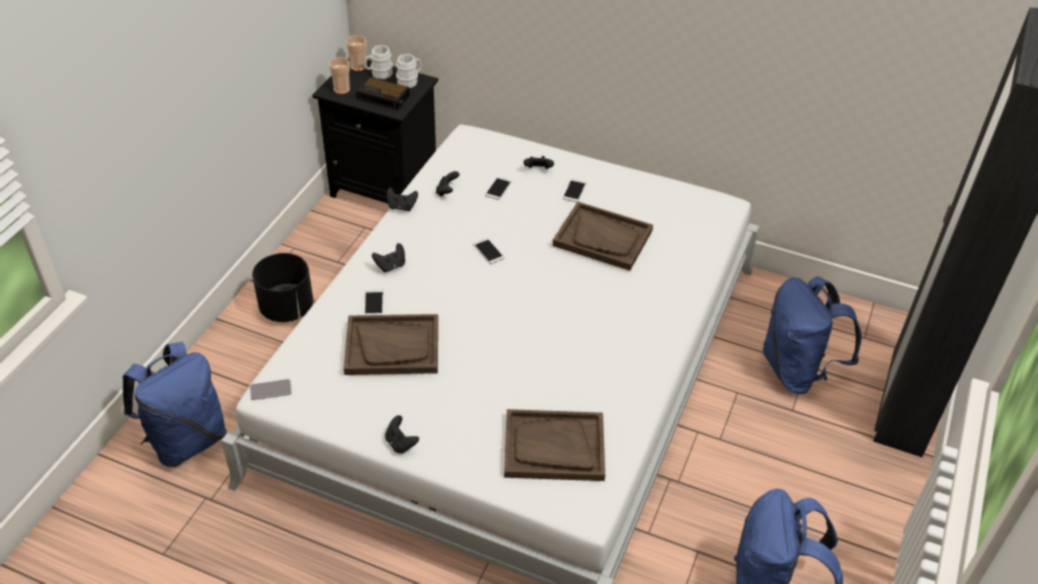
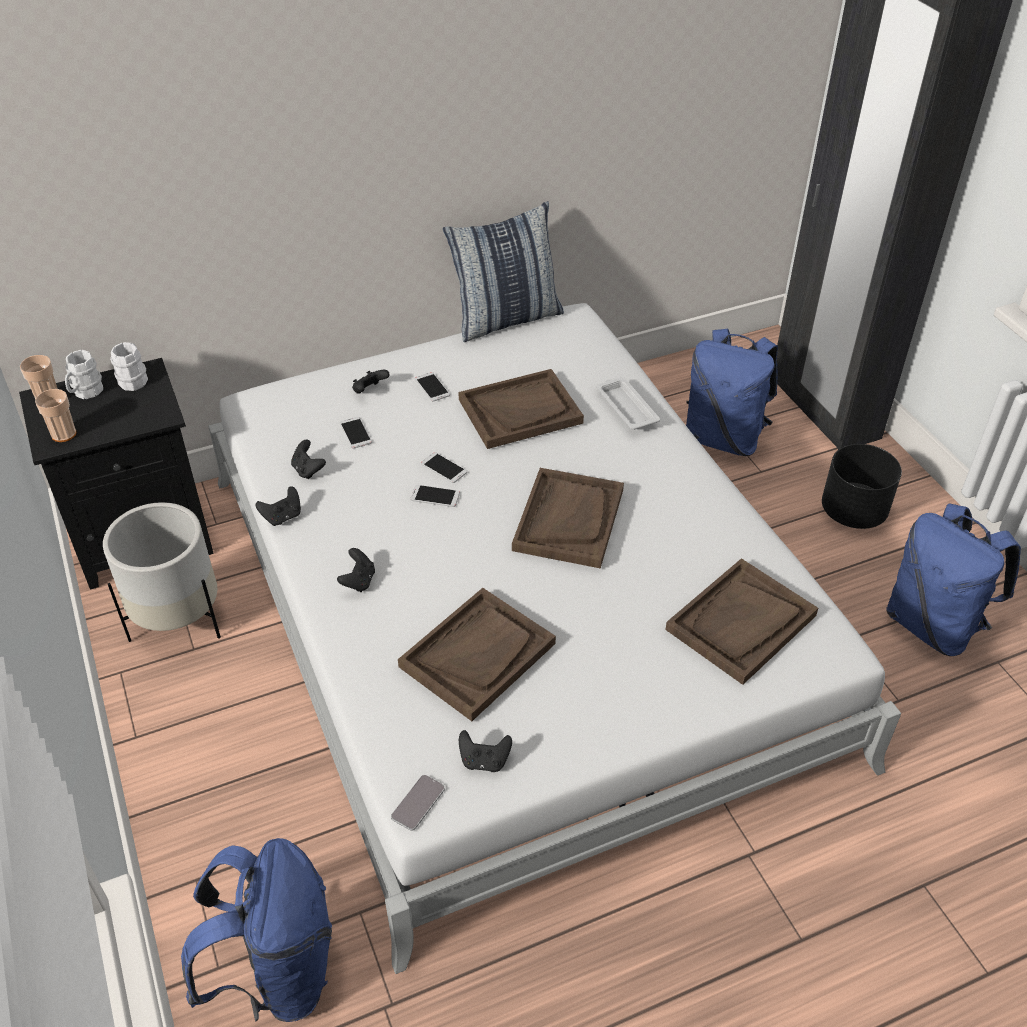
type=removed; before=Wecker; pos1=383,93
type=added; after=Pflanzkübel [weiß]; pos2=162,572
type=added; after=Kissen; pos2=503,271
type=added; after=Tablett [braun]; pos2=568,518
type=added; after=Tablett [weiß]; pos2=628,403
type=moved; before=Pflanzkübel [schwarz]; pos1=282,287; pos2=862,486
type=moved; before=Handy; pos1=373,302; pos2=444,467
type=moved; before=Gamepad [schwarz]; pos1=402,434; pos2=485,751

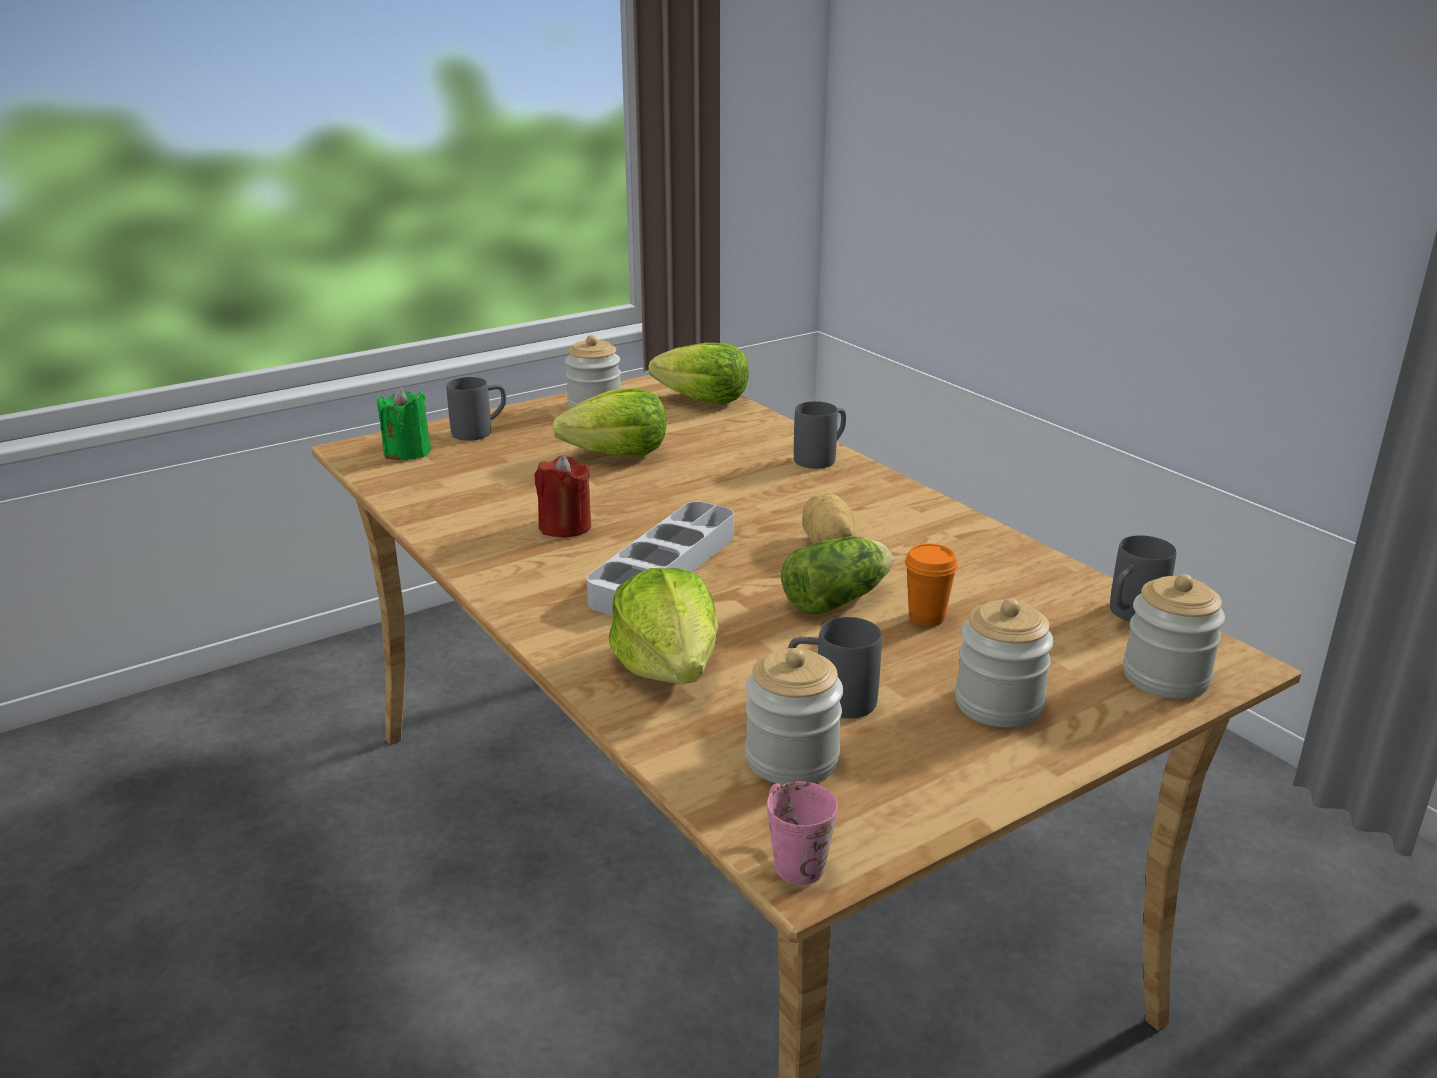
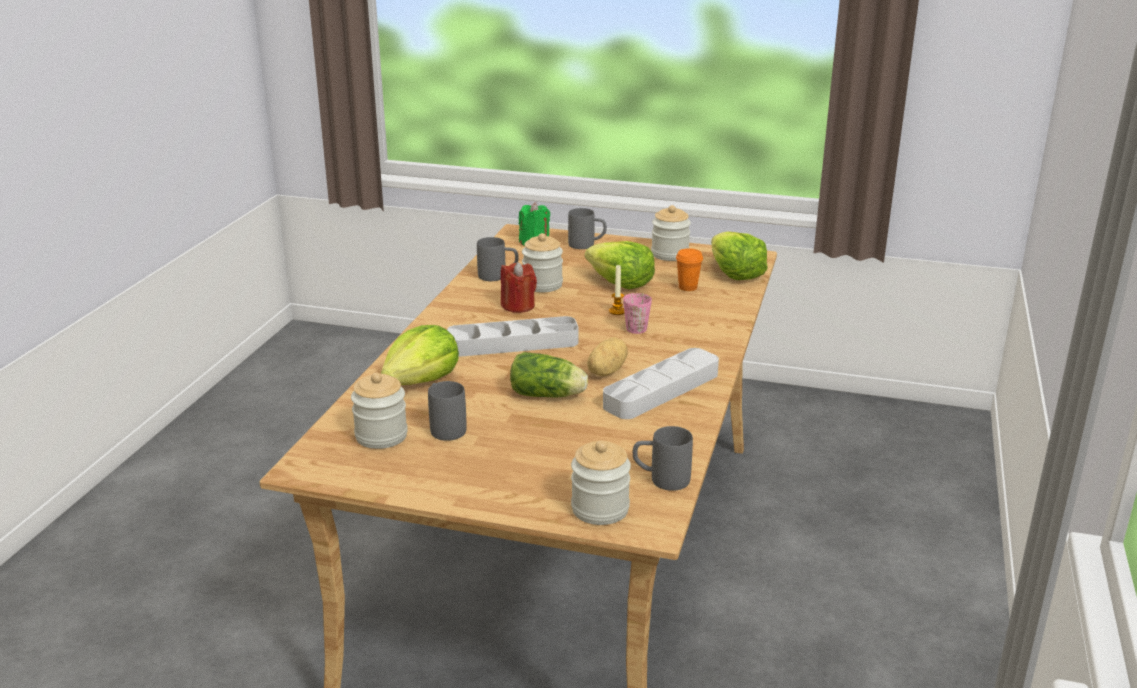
type=added; after=Tablett [grau]; pos2=661,383
type=added; after=Kerze; pos2=617,289
type=moved; before=Henkelbecher [rosa]; pos1=802,833; pos2=637,313
type=moved; before=Henkelbecher [grau]; pos1=820,435; pos2=498,259
type=moved; before=Tasse [orange]; pos1=931,584; pos2=689,269
type=moved; before=Vorratsglas; pos1=1004,662; pos2=542,262

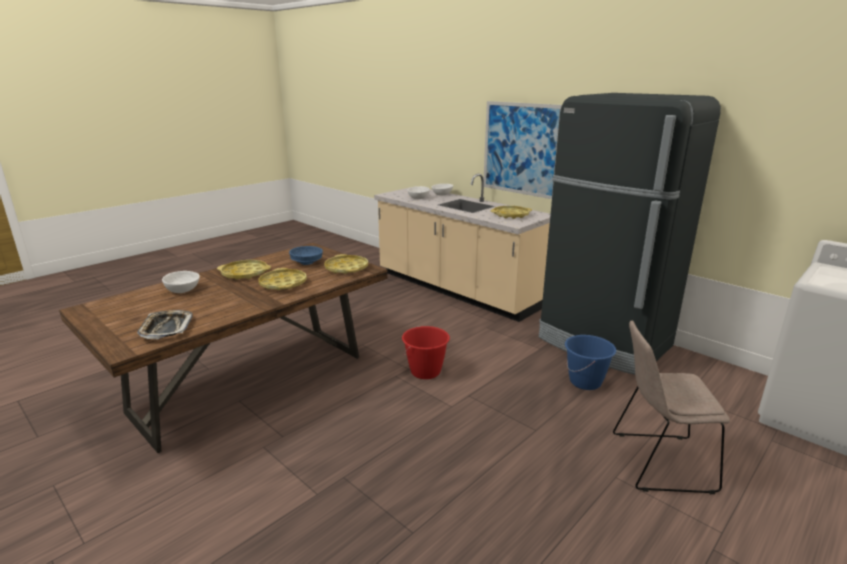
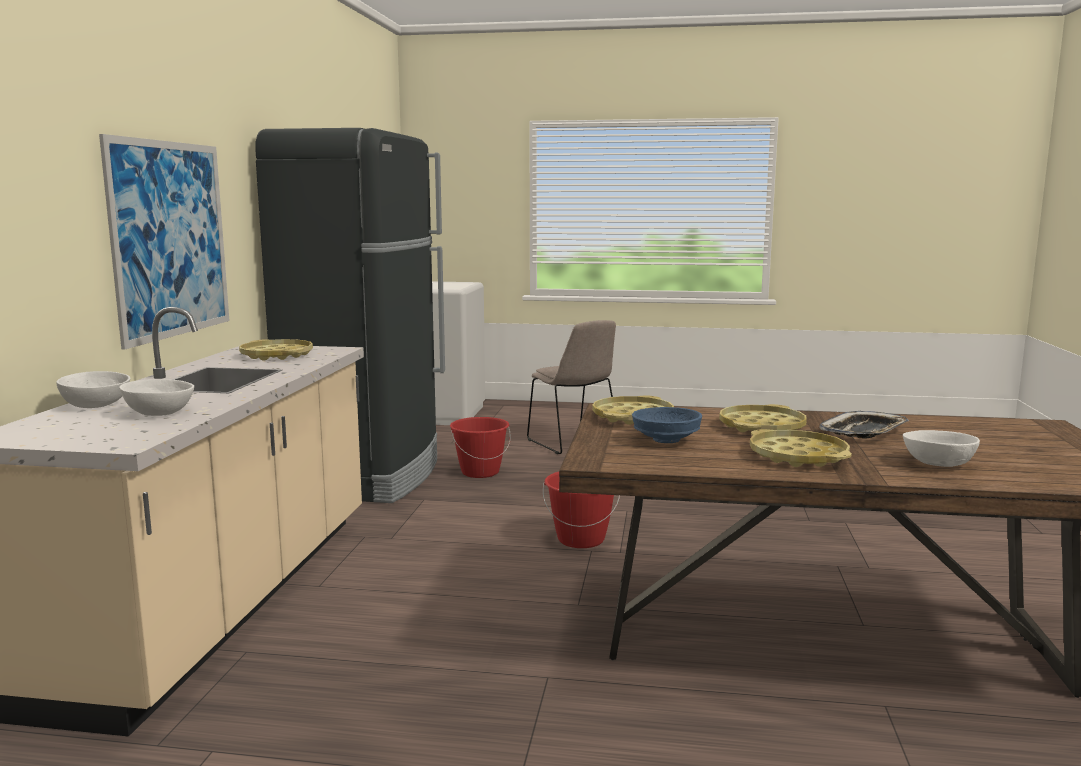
type=moved; before=Tablett; pos1=165,324; pos2=864,424
type=recoloured; before=Eimer [blau]; after=Eimer [rot]; pos1=590,362; pos2=480,447

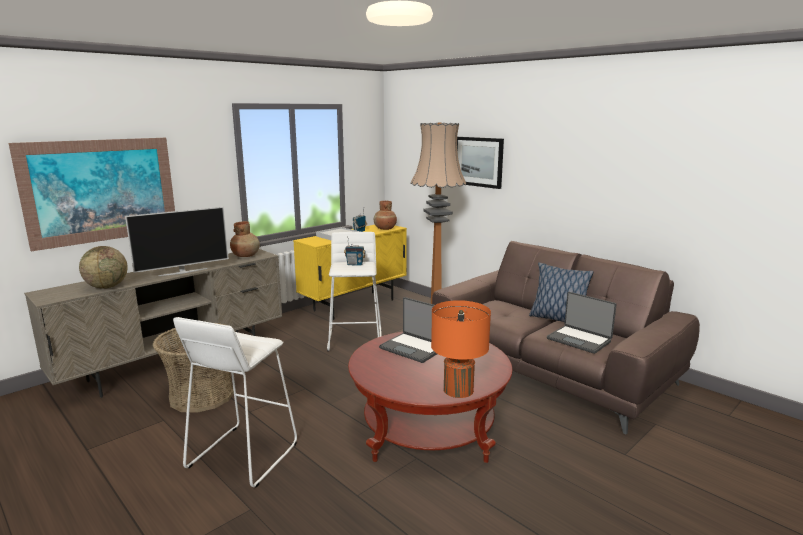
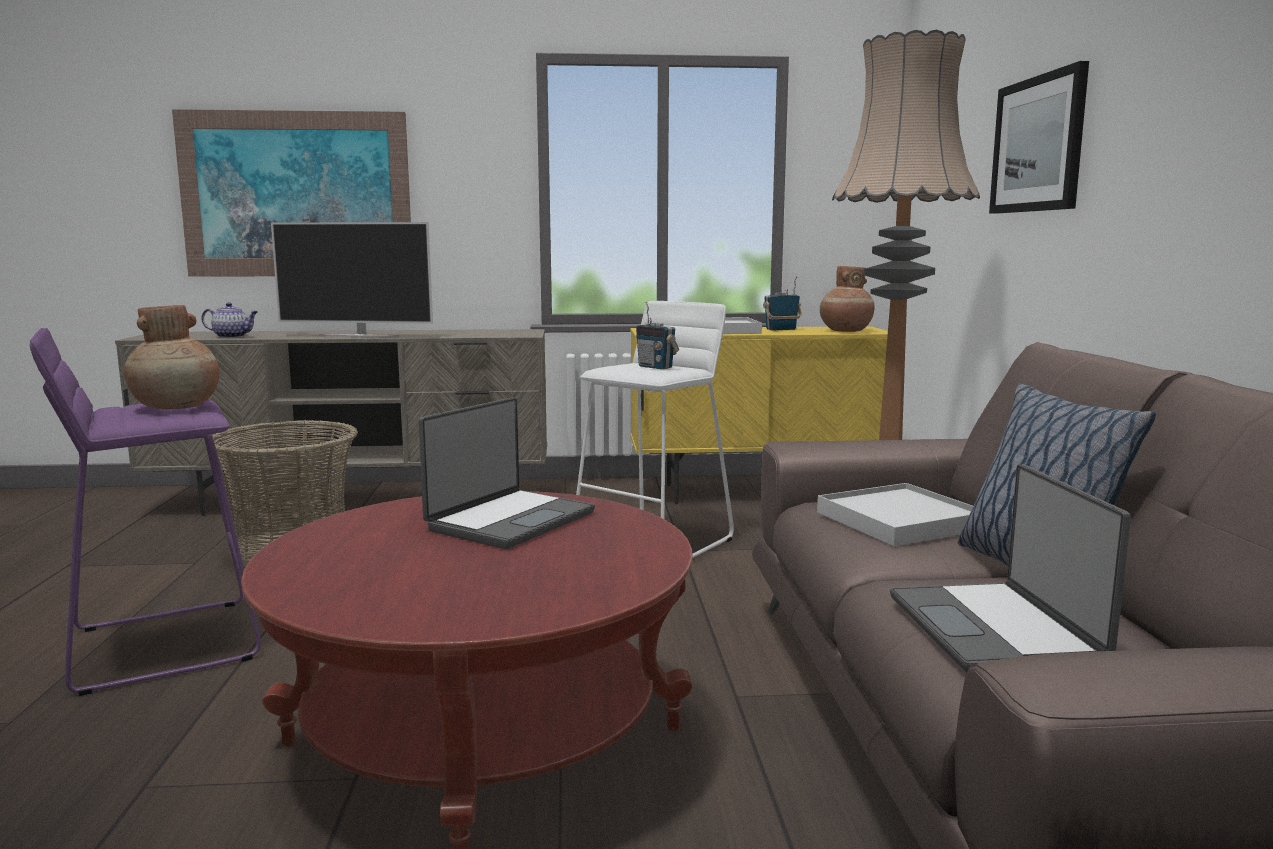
type=removed; before=Tischlampe [orange]; pos1=461,349
type=added; after=Tablett [weiß]; pos2=895,514
type=moved; before=Vase [braun]; pos1=245,239; pos2=172,357
type=replaced; before=Globus; after=Teekanne; pos1=103,267; pos2=229,320
type=recoloured; before=Hocker [weiß]; after=Hocker [lila]; pos1=235,402; pos2=145,512
type=turned; before=Laptop; pos1=408,330; pos2=506,473; turn=-135

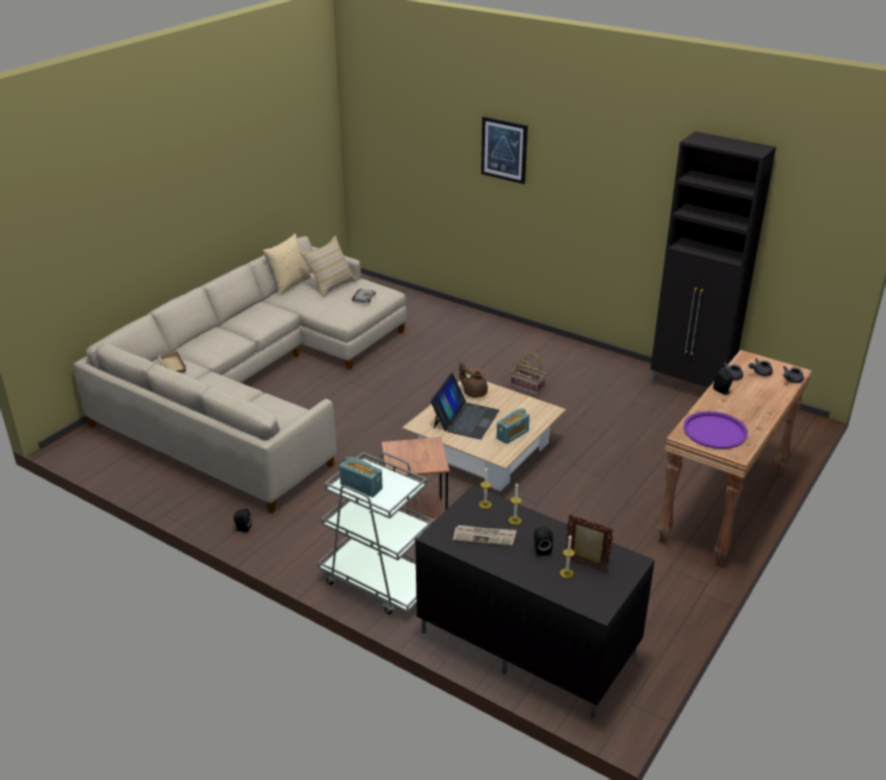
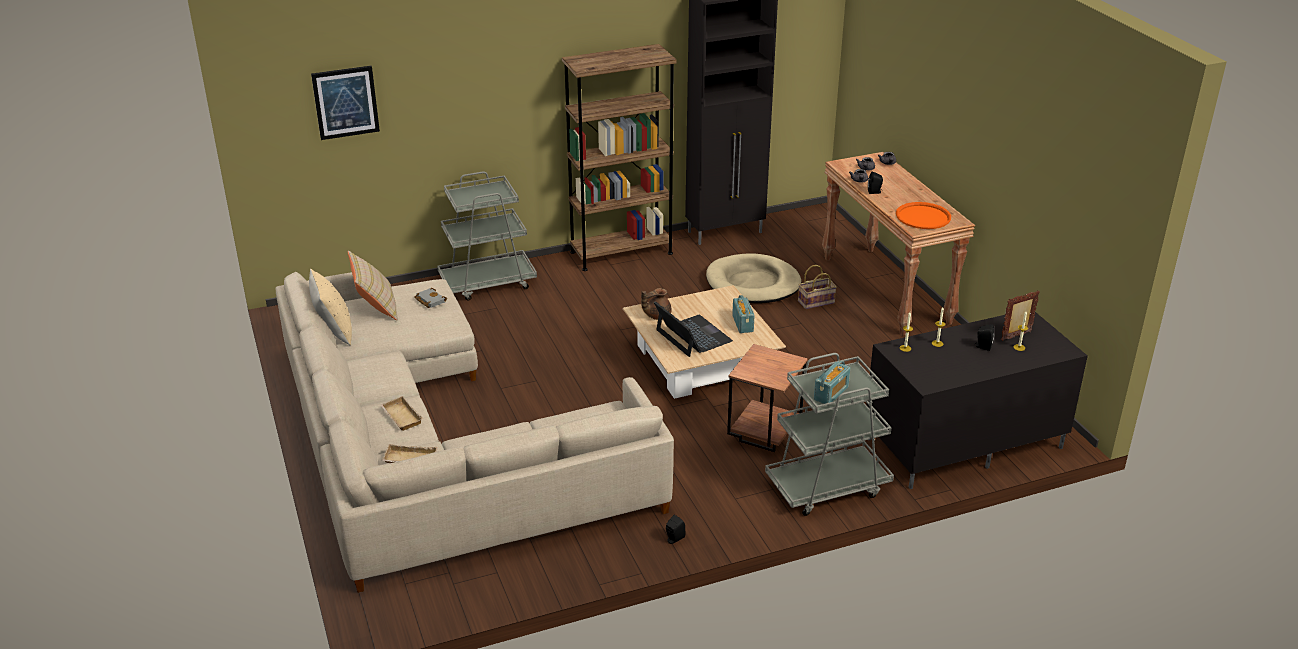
type=removed; before=Zeitung; pos1=485,535
type=added; after=Tablett [beige]; pos2=401,413
type=added; after=Rollwagen [grau]; pos2=487,235
type=added; after=Bücherregal [braun]; pos2=619,157
type=added; after=Hundebett [beige]; pos2=754,278
type=moved; before=Bild; pos1=504,150; pos2=345,103
type=moved; before=Korb; pos1=528,374; pos2=817,287
type=recoloured; before=Tablett [lila]; after=Tablett [orange]; pos1=715,430; pos2=923,215
type=turned; before=Radio; pos1=361,477; pos2=832,382; turn=150

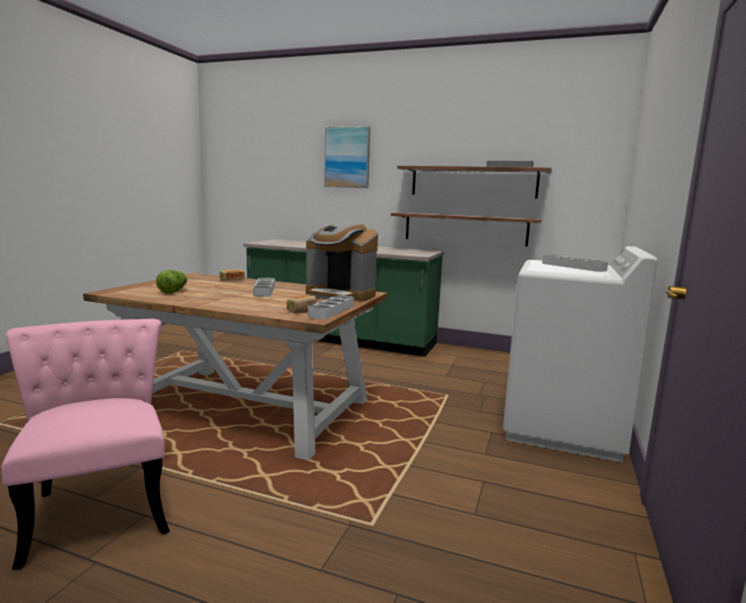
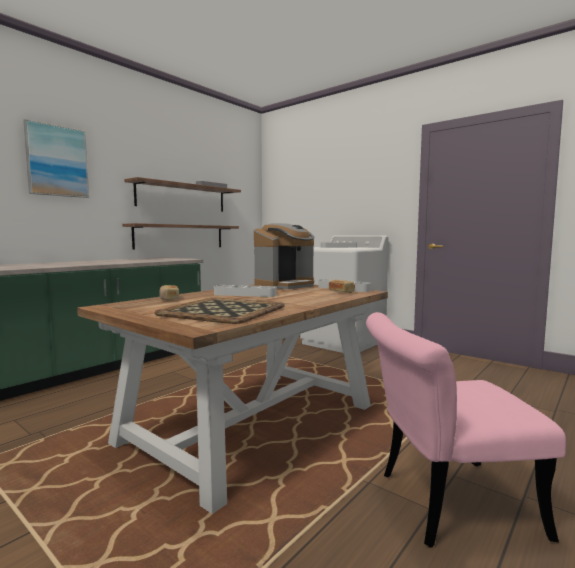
type=replaced; before=Salatkopf; after=Tablett; pos1=171,282; pos2=220,310

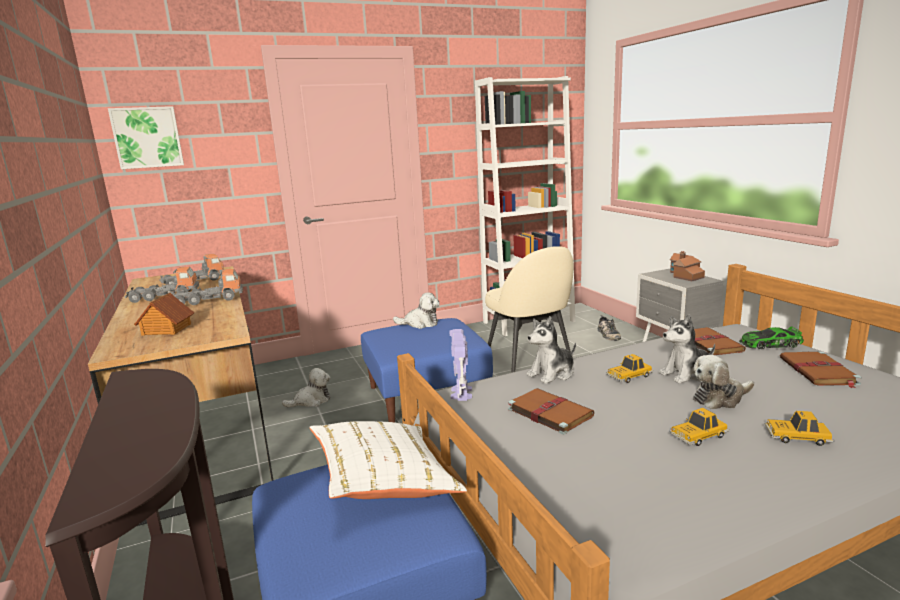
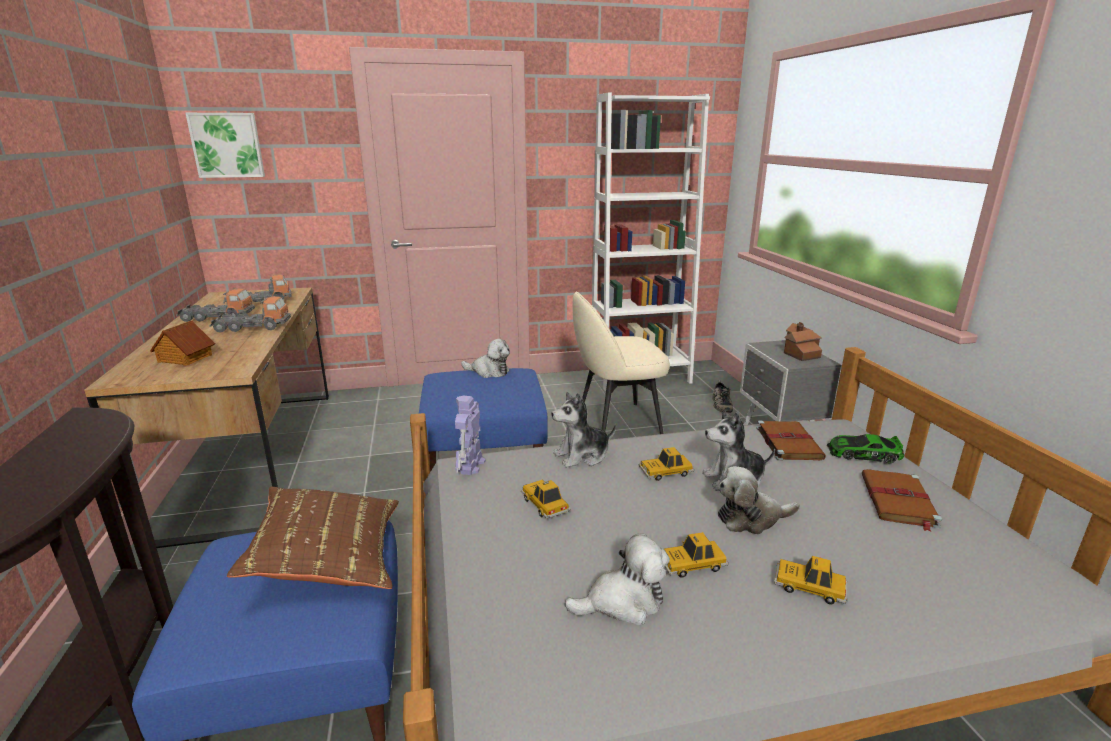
type=moved; before=Plüschtier; pos1=306,387; pos2=617,579
type=replaced; before=Buch [braun]; after=Spielzeugauto; pos1=551,411; pos2=546,499
type=recoloured; before=Kissen [weiß]; after=Kissen [braun]; pos1=388,460; pos2=313,538
type=turned; before=Stuhl [beige]; pos1=529,309; pos2=621,363; turn=90

